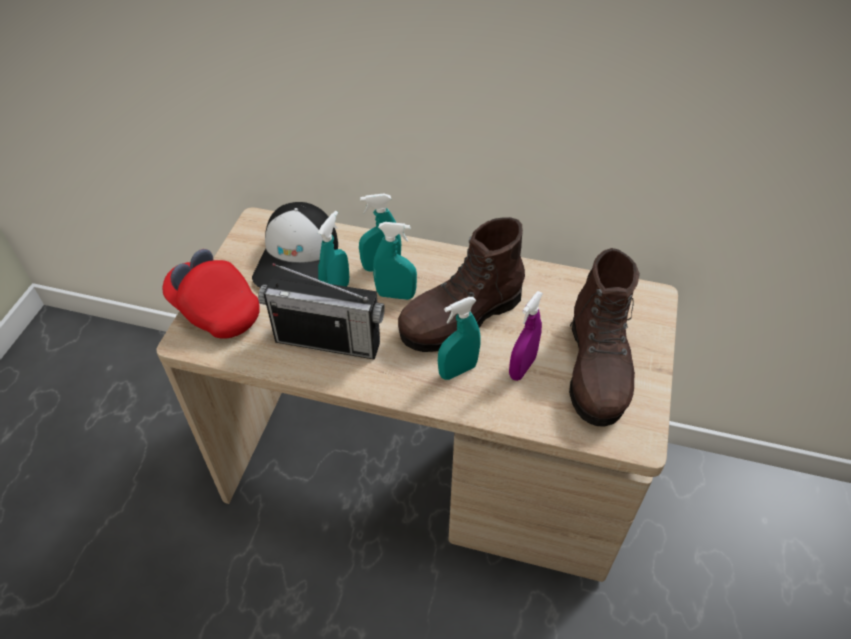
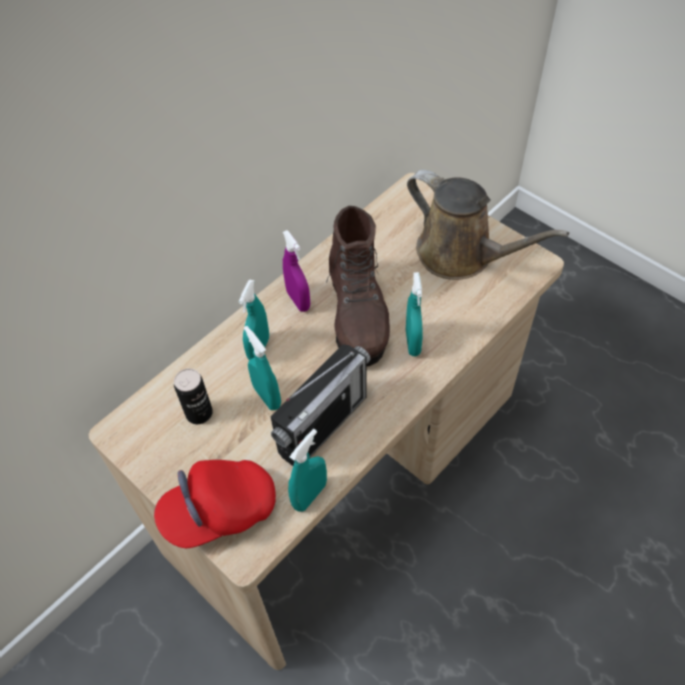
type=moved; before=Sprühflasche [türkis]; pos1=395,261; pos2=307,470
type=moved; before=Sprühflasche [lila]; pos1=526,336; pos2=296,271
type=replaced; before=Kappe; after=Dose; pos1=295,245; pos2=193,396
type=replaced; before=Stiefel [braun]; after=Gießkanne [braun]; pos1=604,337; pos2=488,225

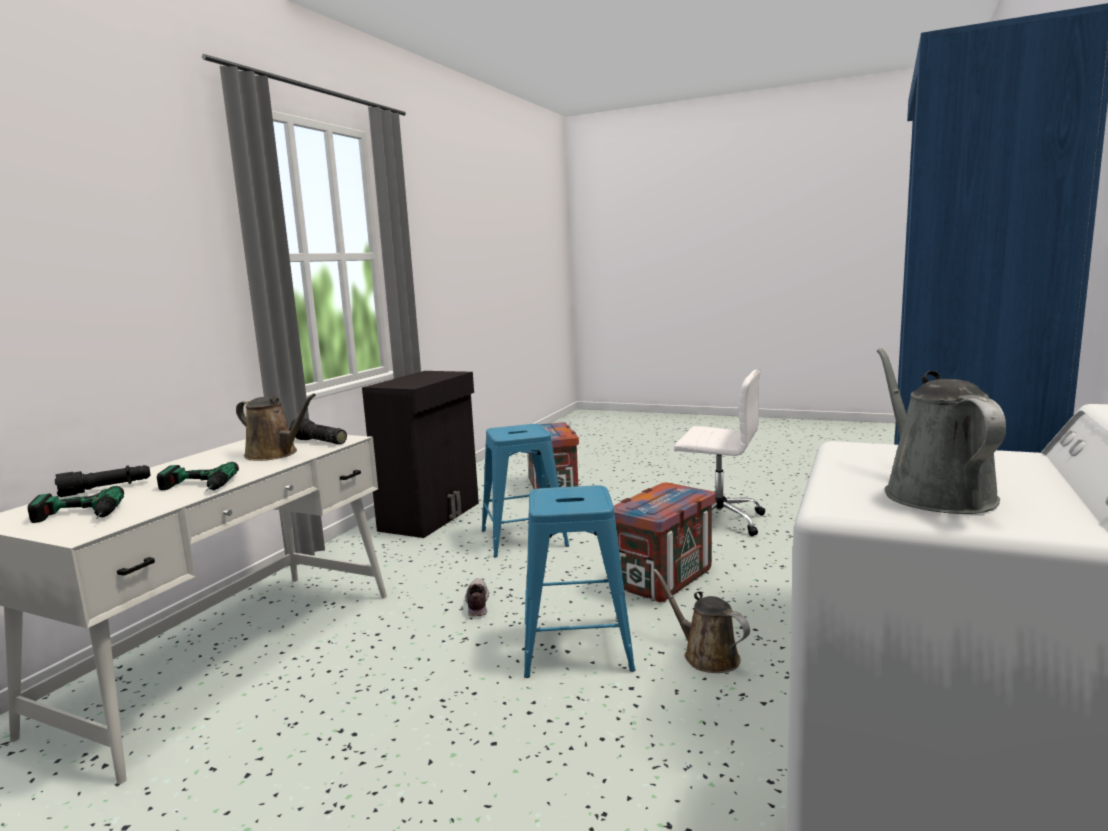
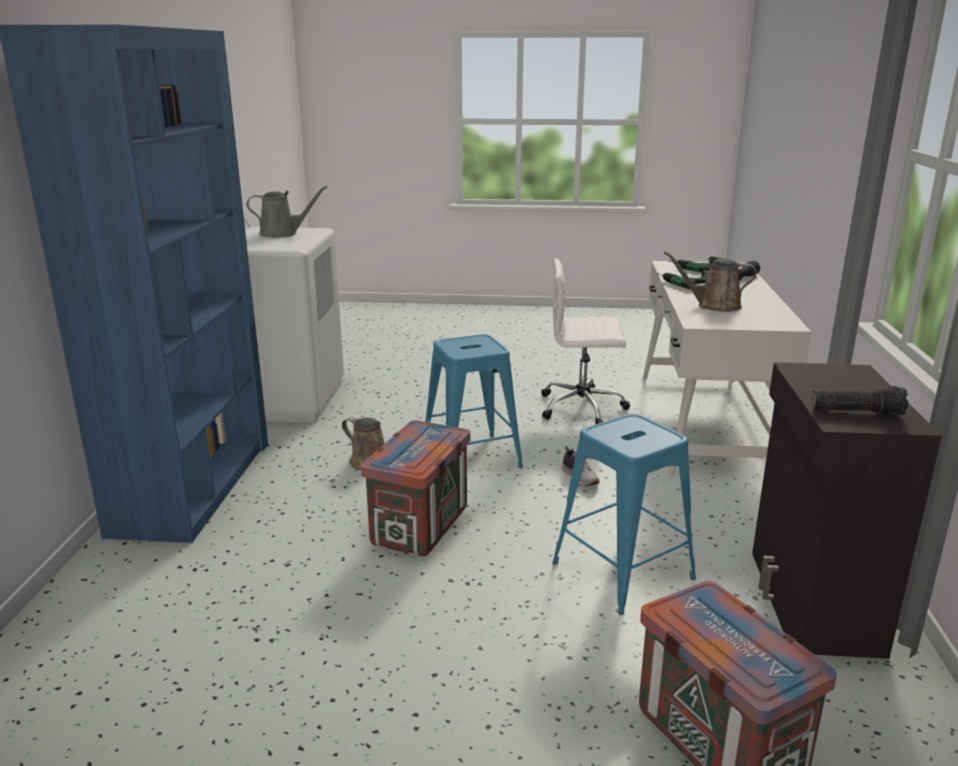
type=moved; before=Taschenlampe; pos1=318,431; pos2=860,401
type=moved; before=Bürostuhl [weiß]; pos1=719,452; pos2=585,341
type=turned; before=Gießkanne [grau]; pos1=941,431; pos2=286,212; turn=-75

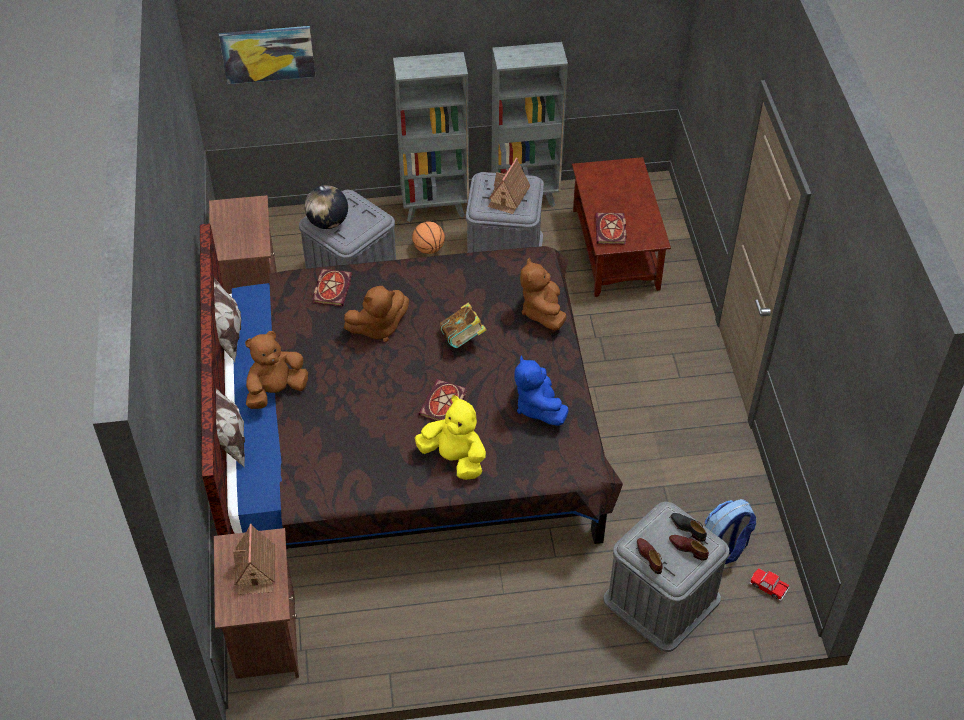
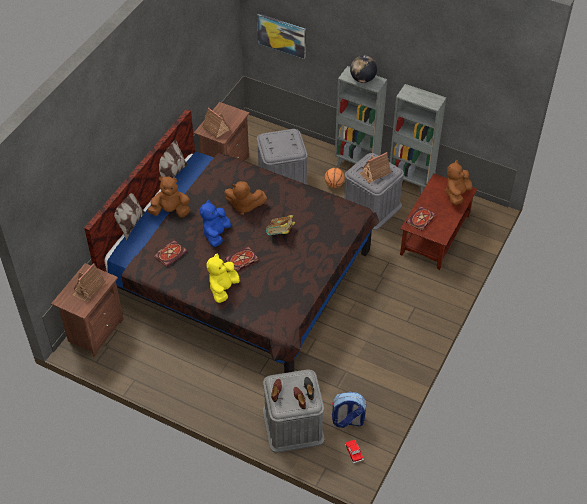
type=added; after=Spielzeughaus; pos2=215,123
type=moved; before=Globus; pos1=326,207; pos2=363,69
type=moved; before=Buch; pos1=332,287; pos2=171,253
type=moved; before=Plüschtier [blau]; pos1=542,390; pos2=215,223
type=moved; before=Plüschtier [braun]; pos1=543,294; pos2=458,182
type=turned; before=Plüschtier [gelb]; pos1=450,437; pos2=223,278; turn=-135

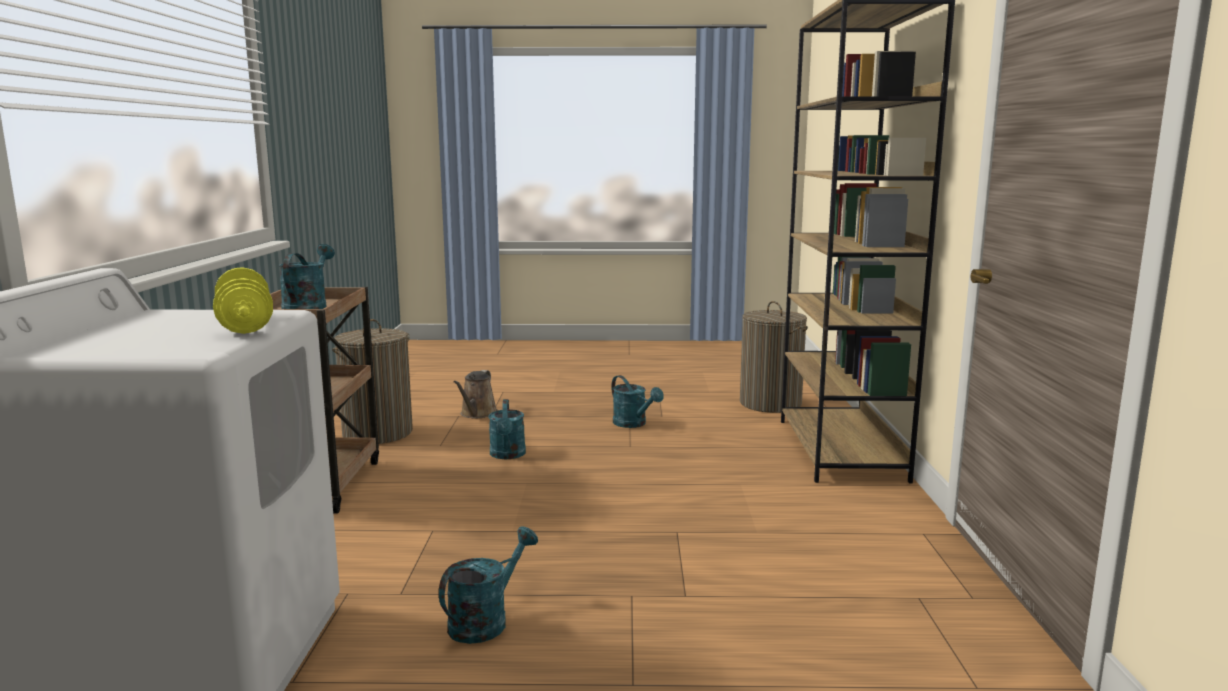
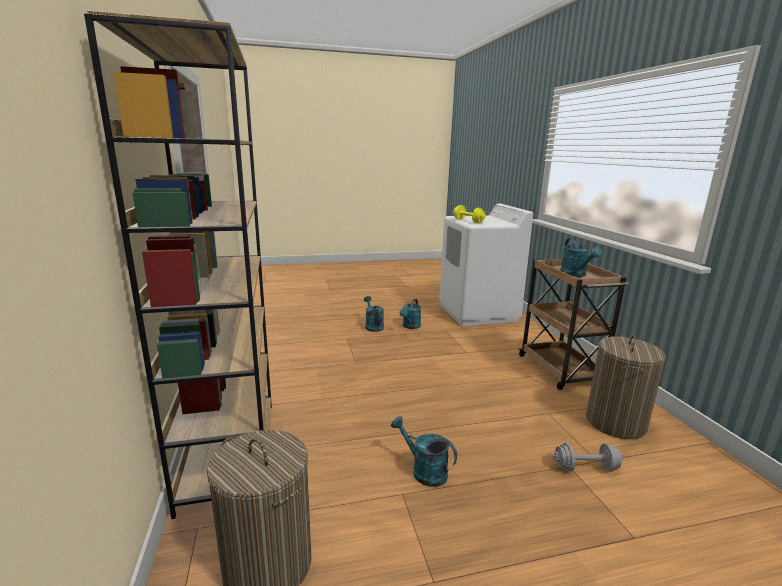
type=moved; before=Gießkanne [türkis]; pos1=507,429; pos2=374,314
type=replaced; before=Gießkanne [braun]; after=Hantel [grau]; pos1=476,394; pos2=588,457

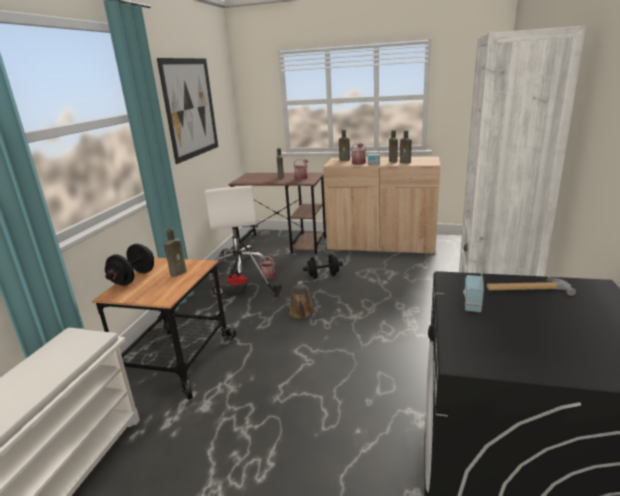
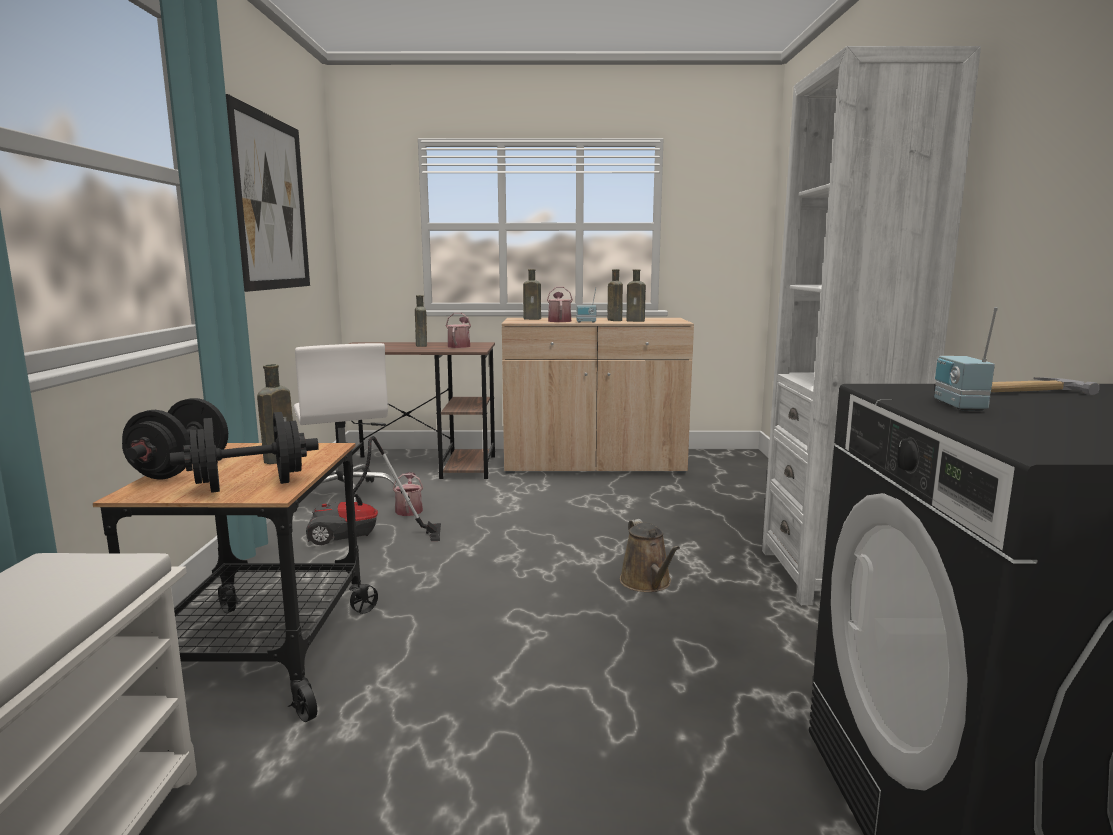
type=moved; before=Gießkanne [braun]; pos1=302,300; pos2=650,555
type=moved; before=Hantel [schwarz]; pos1=323,266; pos2=244,452

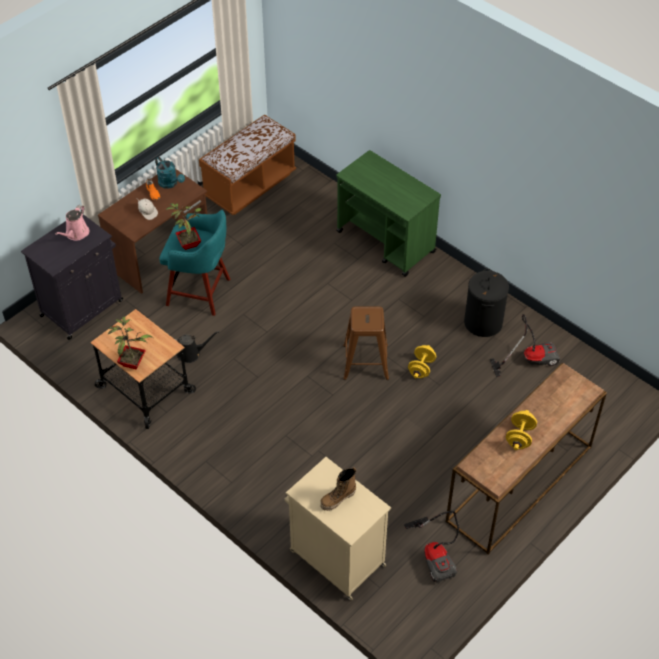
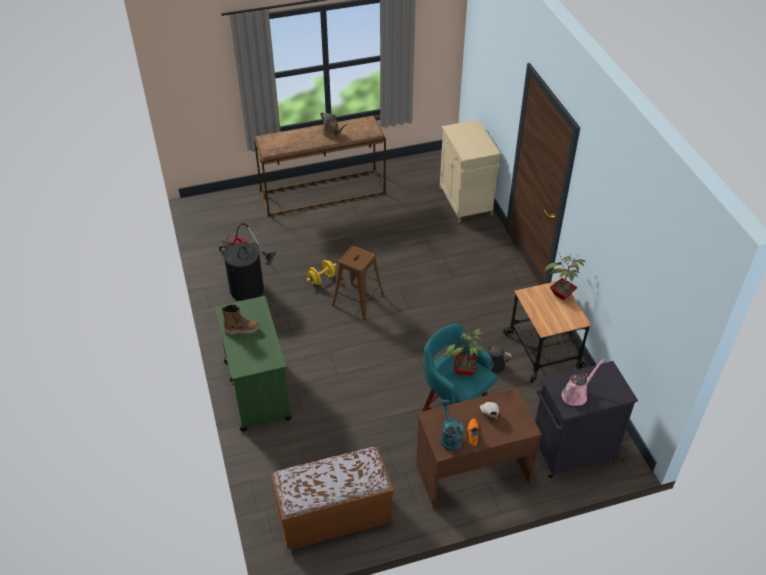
type=removed; before=Staubsauger; pos1=431,547
type=moved; before=Stiefel; pos1=338,489; pos2=240,320
type=replaced; before=Hantel [gelb]; after=Gießkanne [braun]; pos1=521,430; pos2=333,124

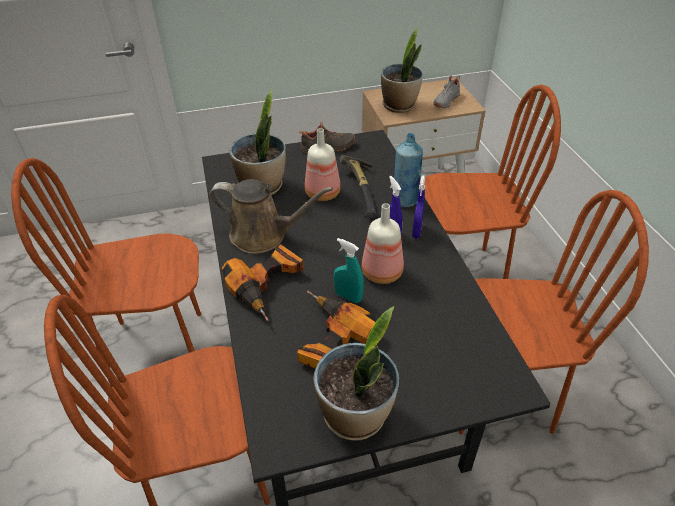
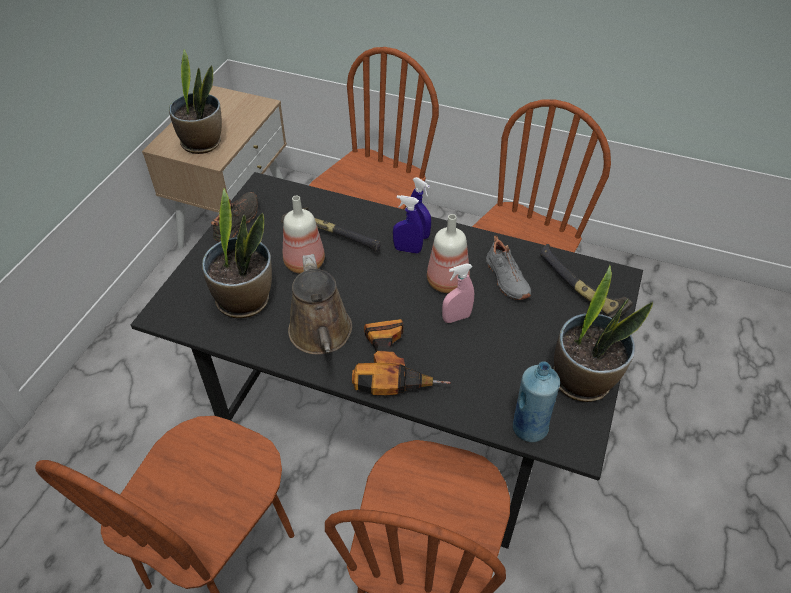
type=removed; before=Bohrmaschine; pos1=337,329
type=added; after=Hammer; pos2=586,281
type=moved; before=Flasche [blau]; pos1=408,170; pos2=536,401
type=moved; before=Schuh [grau]; pos1=446,92; pos2=508,267
type=recoloured; before=Sprühflasche [türkis]; after=Sprühflasche [rosa]; pos1=349,270; pos2=458,293
type=turned; before=Gießkanne [braun]; pos1=271,216; pos2=320,304; turn=120

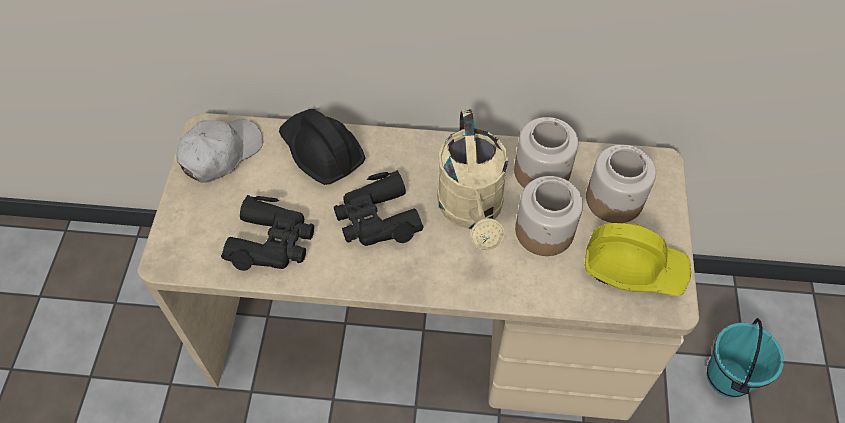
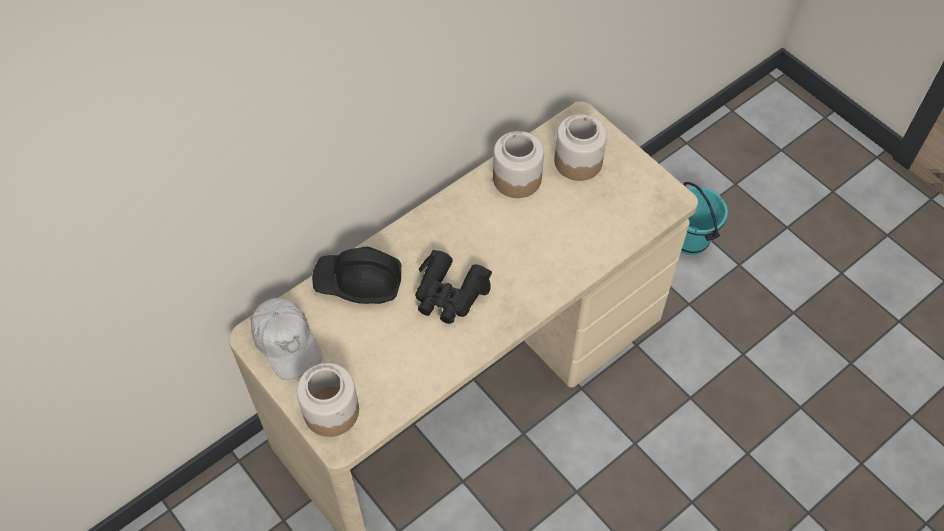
type=removed; before=Fernglas [schwarz]; pos1=267,233
type=removed; before=Gießkanne [beige]; pos1=472,179
type=removed; before=Schutzhelm [gelb]; pos1=638,259
type=moved; before=Vorratsglas; pos1=549,216; pos2=328,400
type=turned; before=Kappe [weiß]; pos1=219,151; pos2=287,339; turn=150

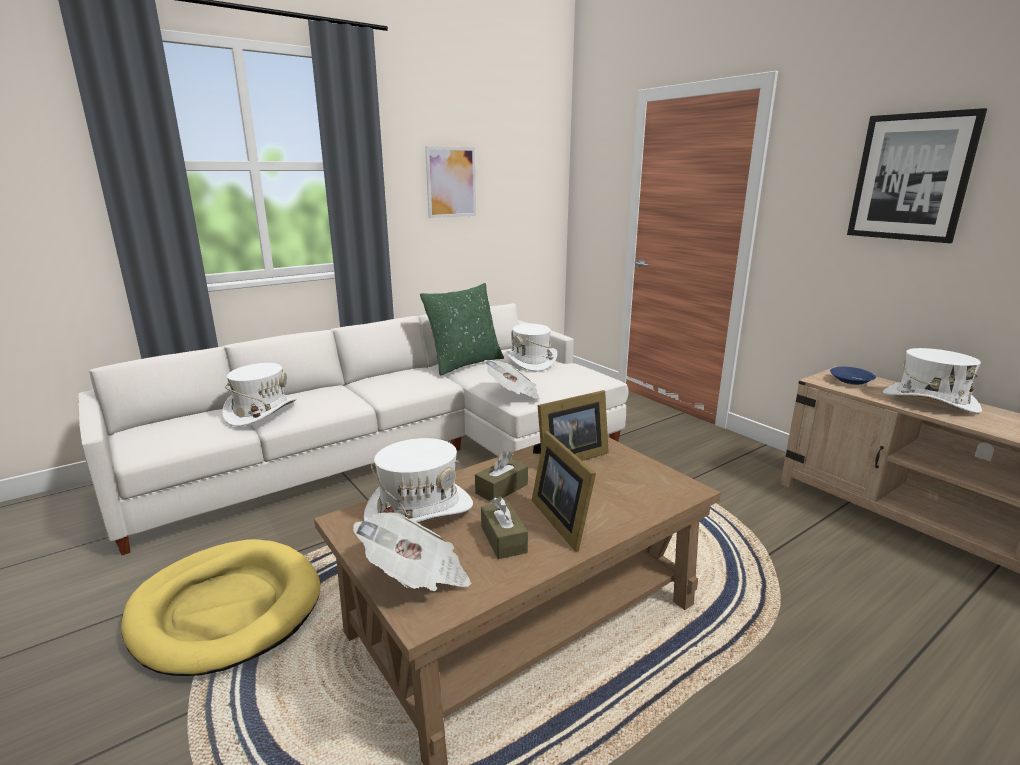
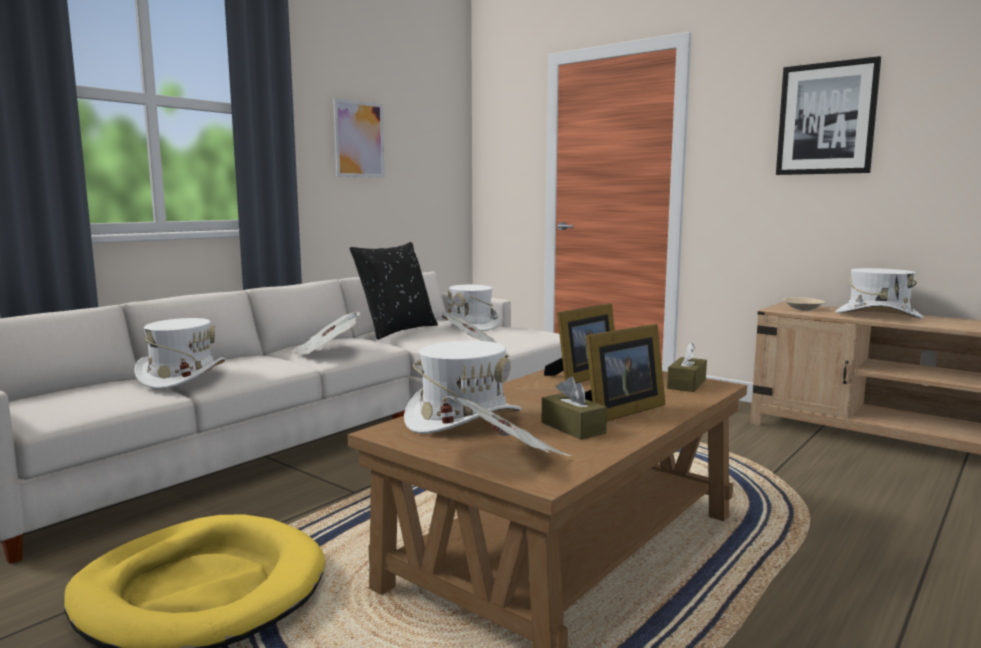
type=added; after=Zeitung; pos2=326,333
type=moved; before=Taschentuchbox [braun]; pos1=501,476; pos2=687,367
type=recoloured; before=Kissen [grün]; after=Kissen [schwarz]; pos1=462,329; pos2=393,291
type=recoloured; before=Schüssel [blau]; after=Schüssel [beige]; pos1=853,376; pos2=804,304
type=turned; before=Bilderrahmen; pos1=564,491; pos2=625,372; turn=-90

